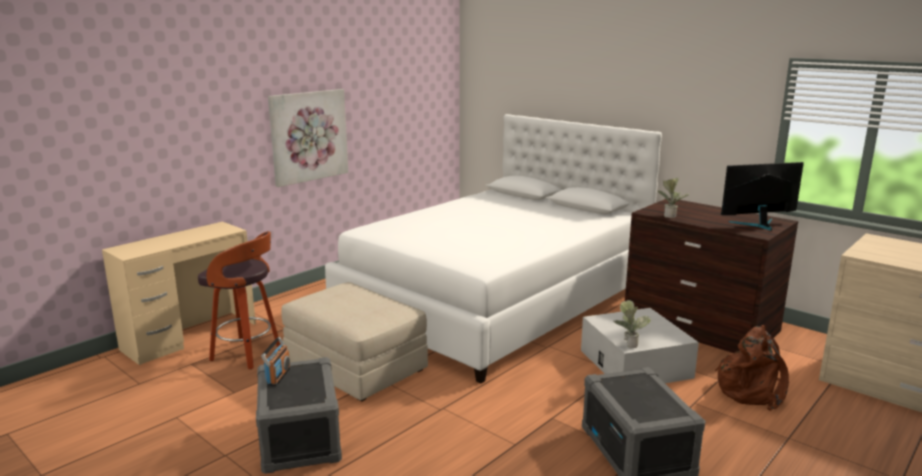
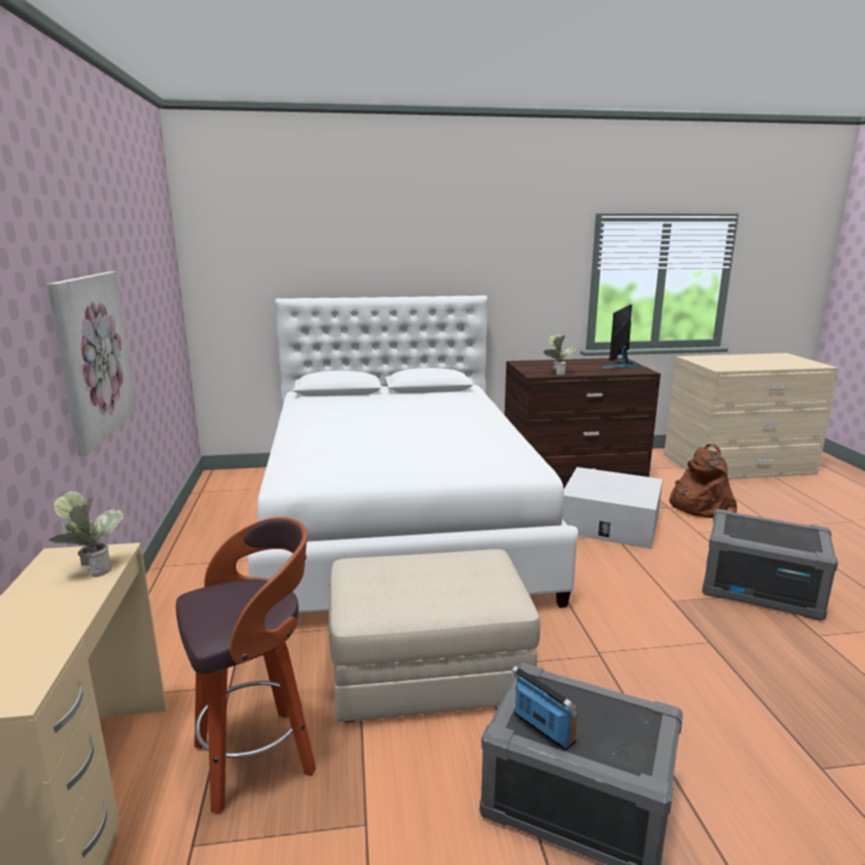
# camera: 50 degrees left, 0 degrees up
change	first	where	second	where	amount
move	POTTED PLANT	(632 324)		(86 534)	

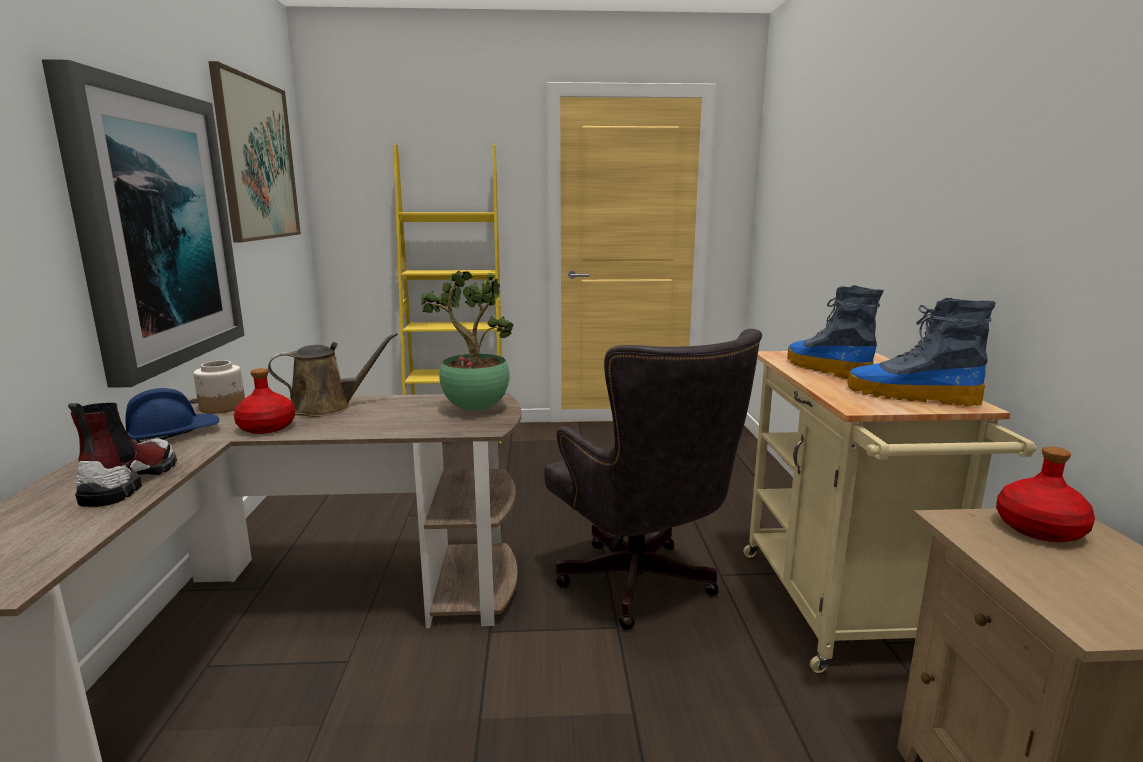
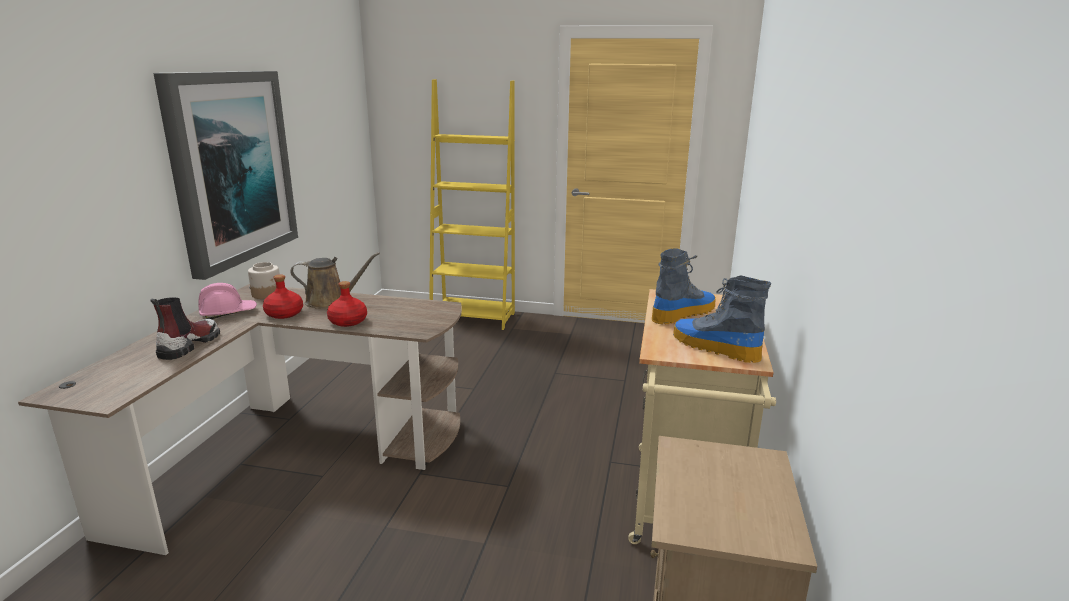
# camera: 15 degrees right, 5 degrees up
change	first	where	second	where	amount
delete	WALL PICTURE	(254 151)			
delete	POTTED PLANT	(467 341)			
delete	GREYISH OFFICE CHAIR	(653 479)			
move	RED-COLOURED BEVERAGE BOTTLE	(1045 494)		(347 304)	
recolor	BLUE HARD HAT	(172 415)	PINK-COLOURED HARD HAT	(227 301)	
rotate	BOOT	(835 332)		(684 287)	60 degrees clockwise

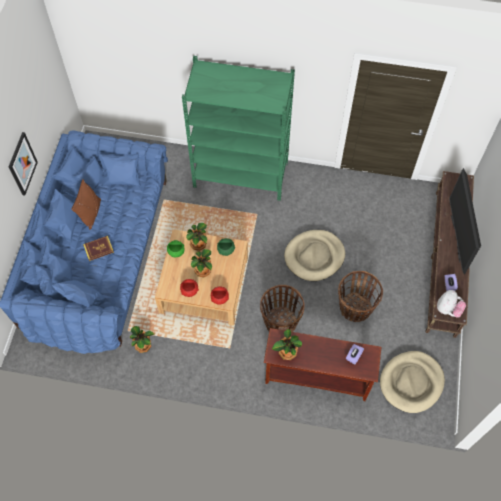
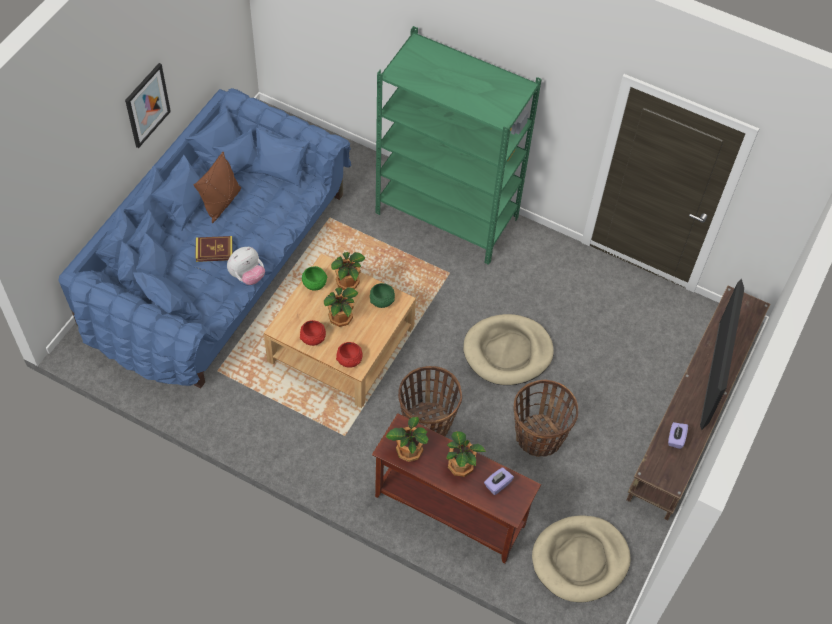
# camera: 15 degrees right, 5 degrees down
change	first	where	second	where	amount
move	POTTED PLANT	(142 339)		(466 454)	
move	CUDDLY TOY	(451 304)		(246 266)	

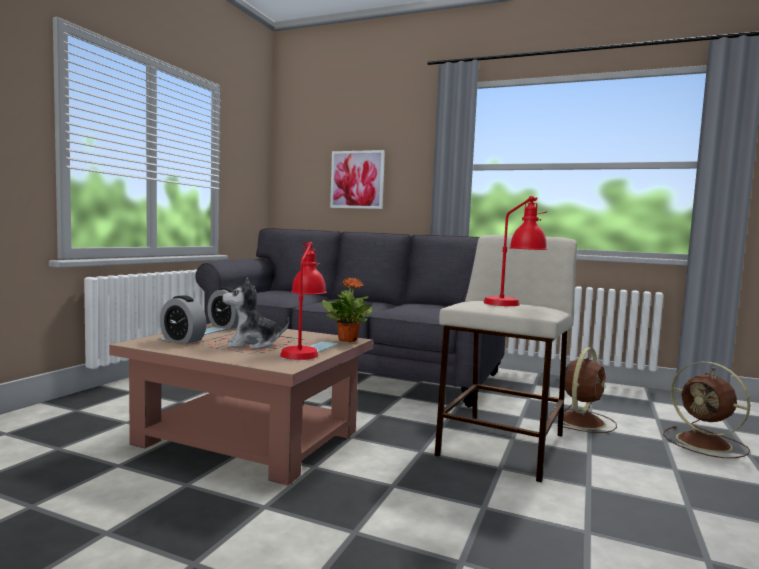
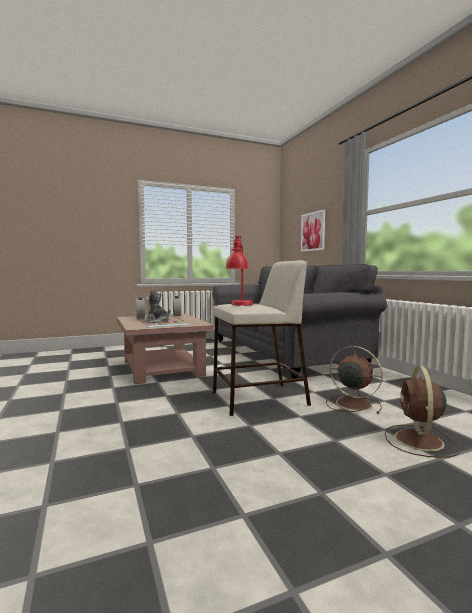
# camera: 45 degrees right, 0 degrees up
change	first	where	second	where	amount
delete	RED-COLOURED TABLETOP LAMP	(303 301)			
delete	POTTED PLANT	(347 310)			
rotate	BROWN COOLING FAN	(583 390)		(354 380)	135 degrees counterclockwise

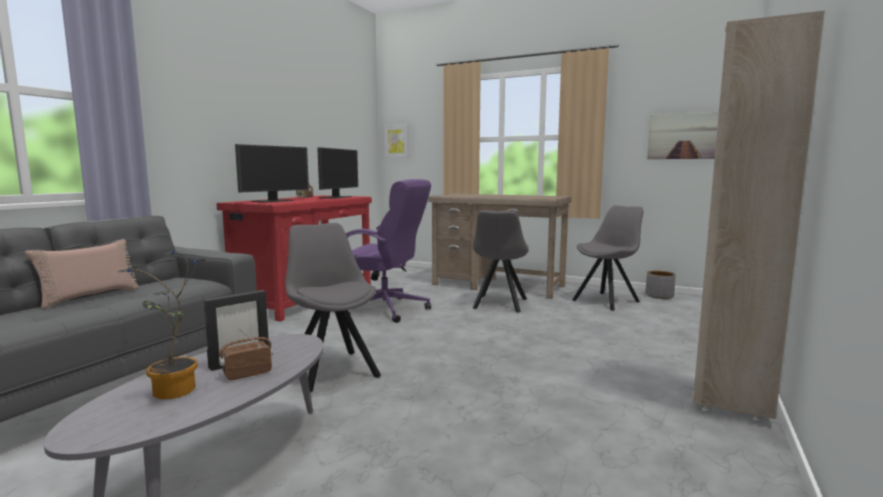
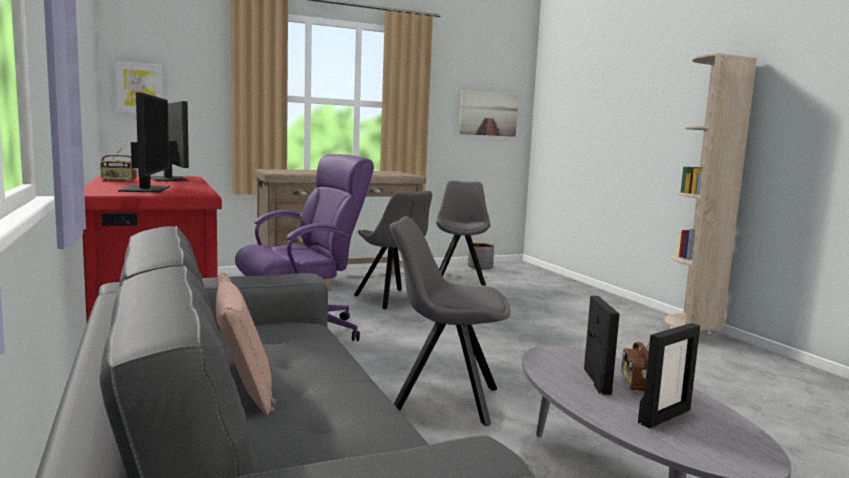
# camera: 50 degrees left, 0 degrees up
change	first	where	second	where	amount
replace	POTTED PLANT	(161 324)	STANDING FRAME	(669 375)	

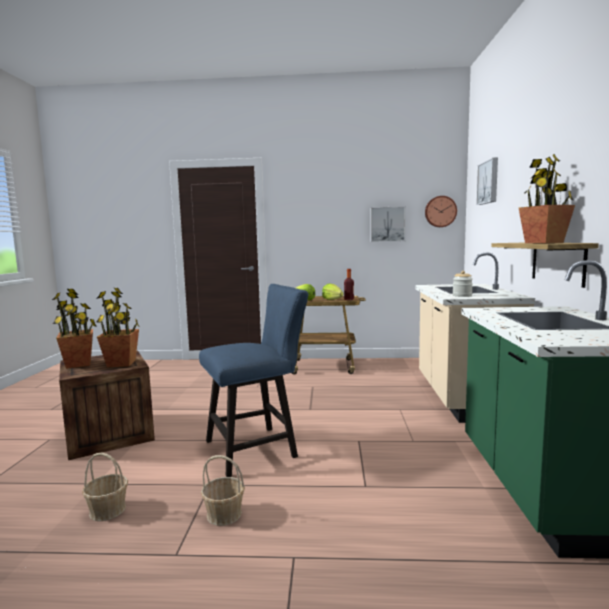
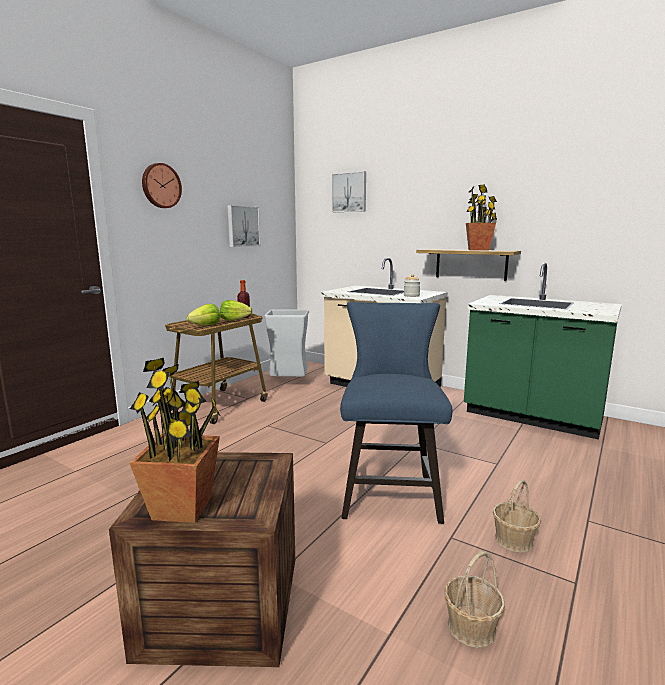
# camera: 60 degrees left, 5 degrees up
change	first	where	second	where	amount
delete	POTTED PLANT	(118 327)			
insert			GREYISH RUBBISH BIN	(286 343)	
move	CLOCK ON THE WALL	(441 211)		(162 185)	

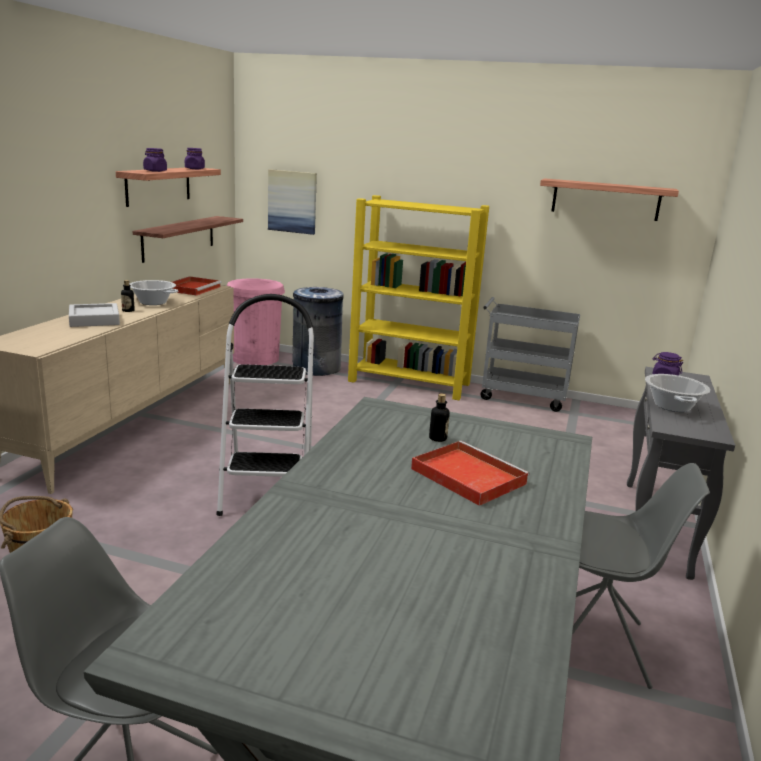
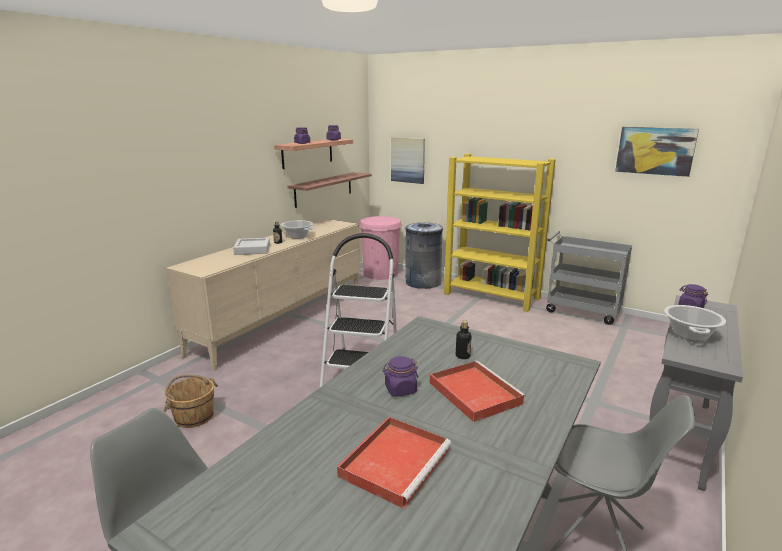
# camera: 15 degrees right, 0 degrees up
change	first	where	second	where	amount
insert			PURPLE PRESERVE JAR	(400 376)	
move	RED-COLOURED TRAY	(197 286)		(394 463)	
replace	BRACKET SHELF	(609 199)	WALL PICTURE	(657 152)	

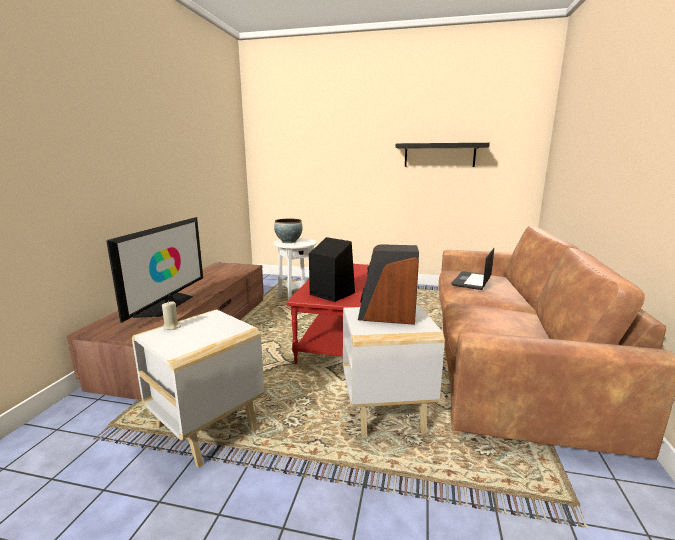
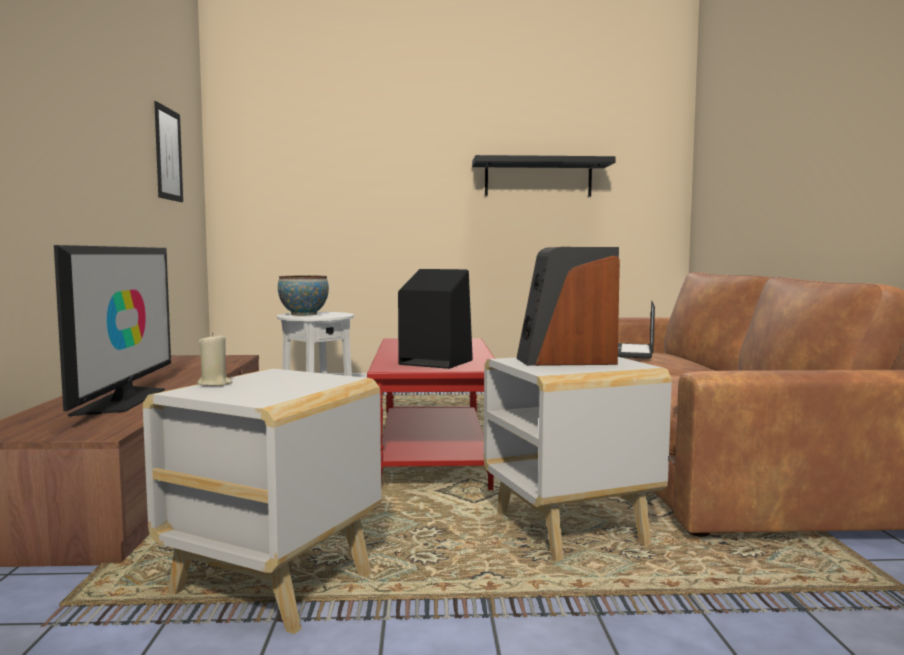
# camera: 15 degrees left, 10 degrees down
change	first	where	second	where	amount
insert			WALL PICTURE	(168 151)	

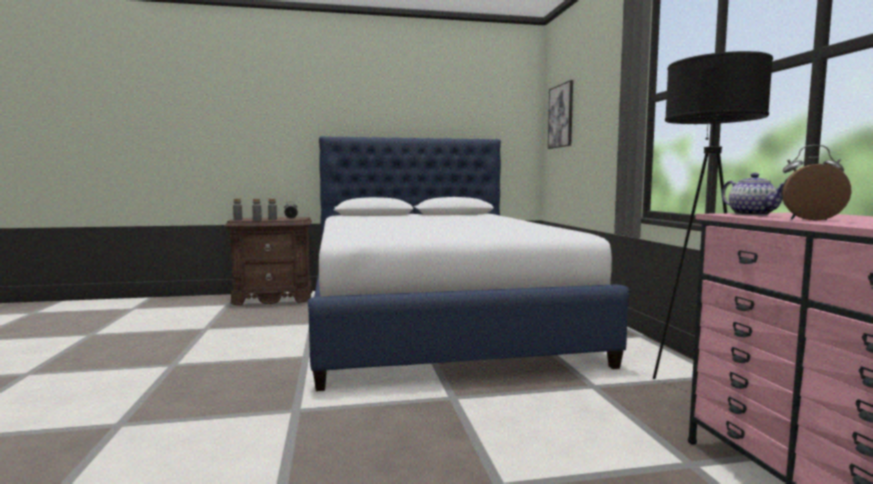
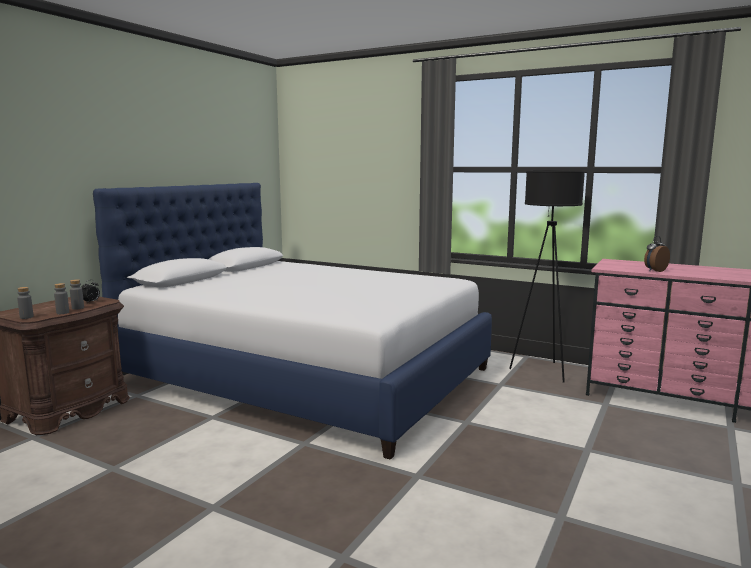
# camera: 50 degrees left, 5 degrees up
change	first	where	second	where	amount
delete	WALL PICTURE	(560 114)			
delete	TEA POT	(752 194)			

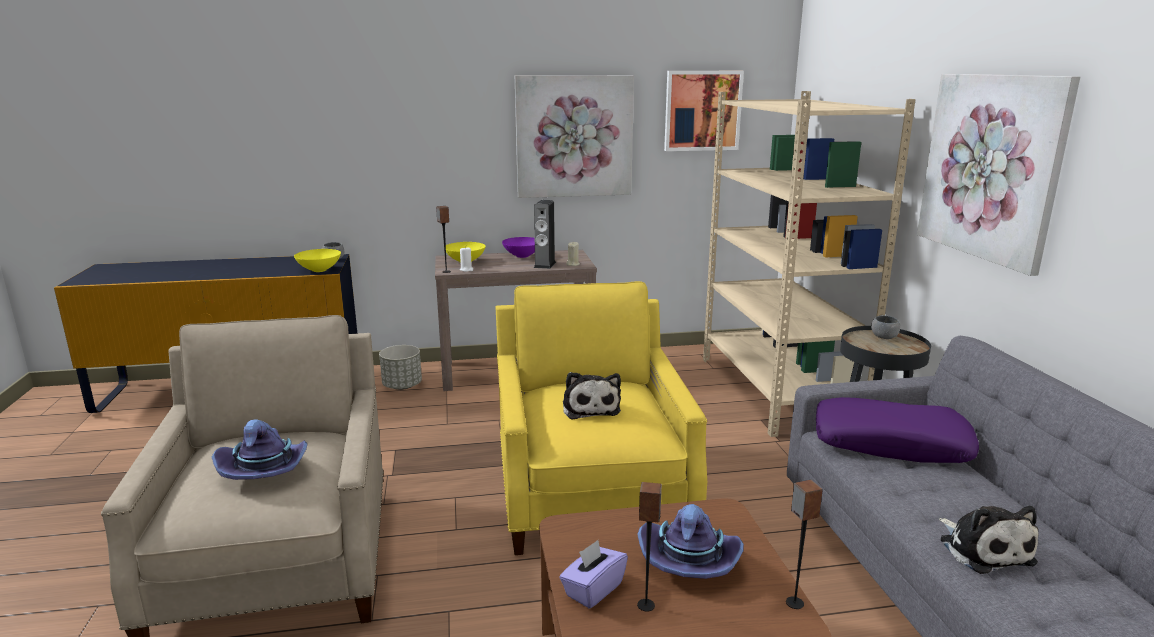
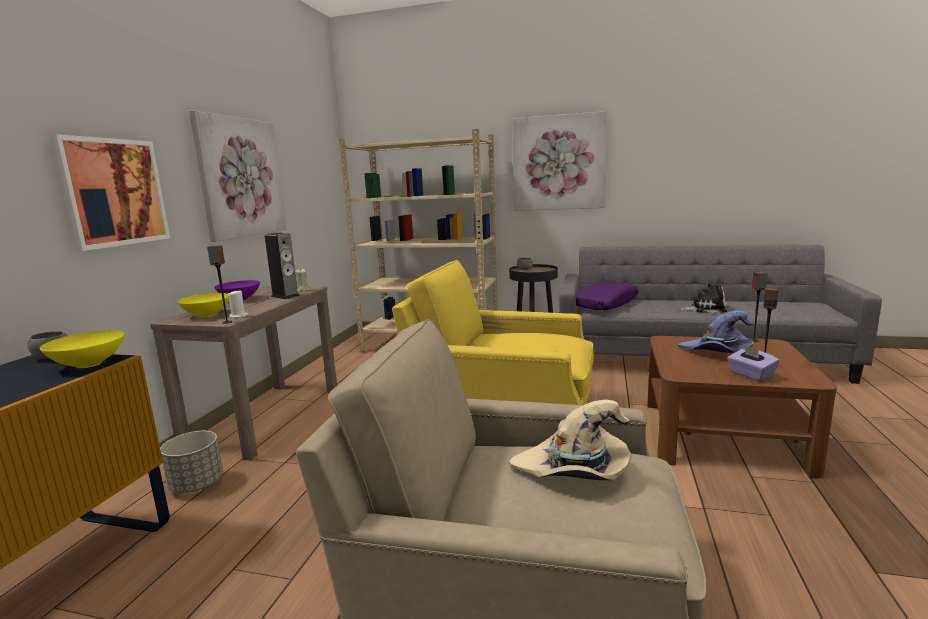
# camera: 65 degrees left, 5 degrees down
change	first	where	second	where	amount
delete	CUDDLY TOY	(592 396)			
move	WALL PICTURE	(704 111)		(110 192)	
recolor	PURPLE HAT	(260 449)	BEIGE HAT	(570 440)	

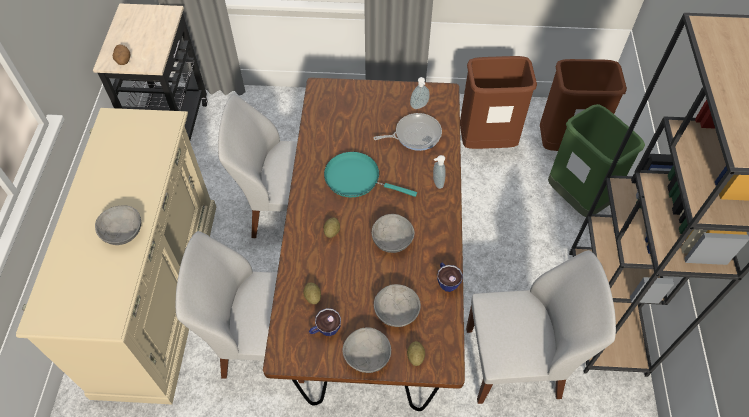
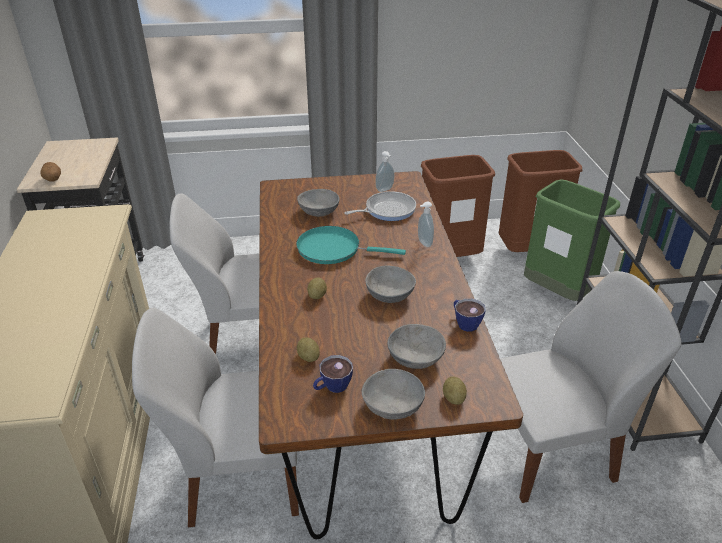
# camera: 10 degrees left, 20 degrees down
change	first	where	second	where	amount
move	GREYISH DEEP DISH	(118 225)		(318 203)	

